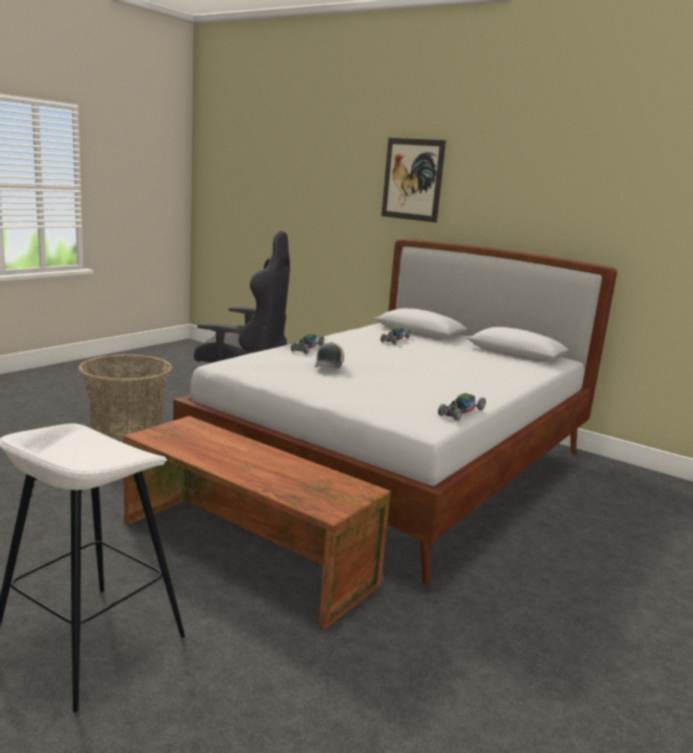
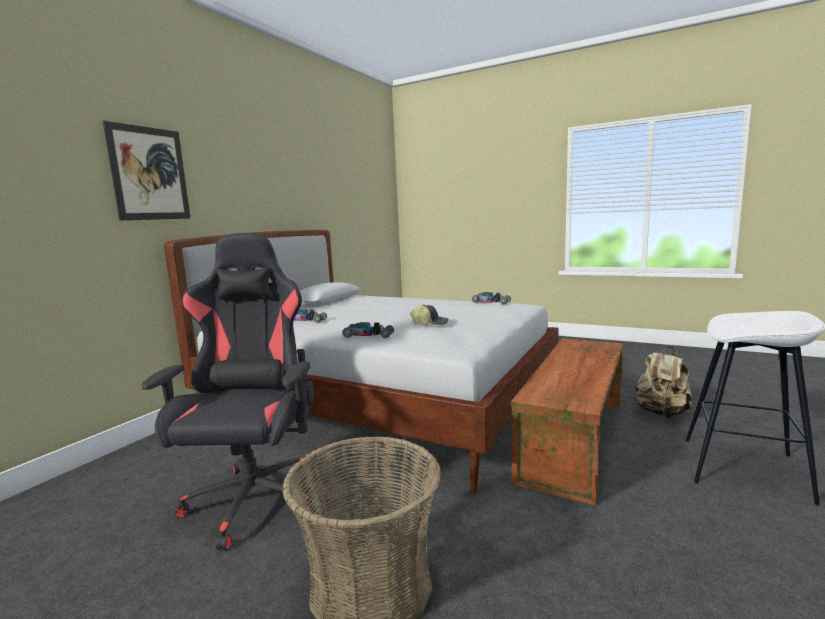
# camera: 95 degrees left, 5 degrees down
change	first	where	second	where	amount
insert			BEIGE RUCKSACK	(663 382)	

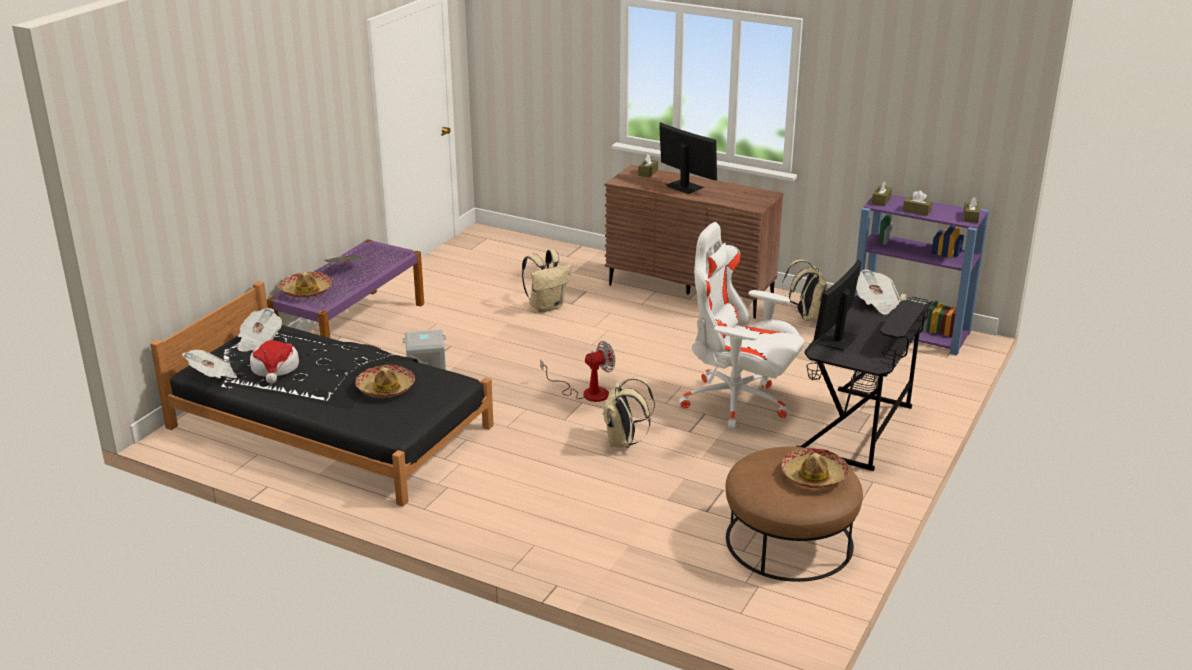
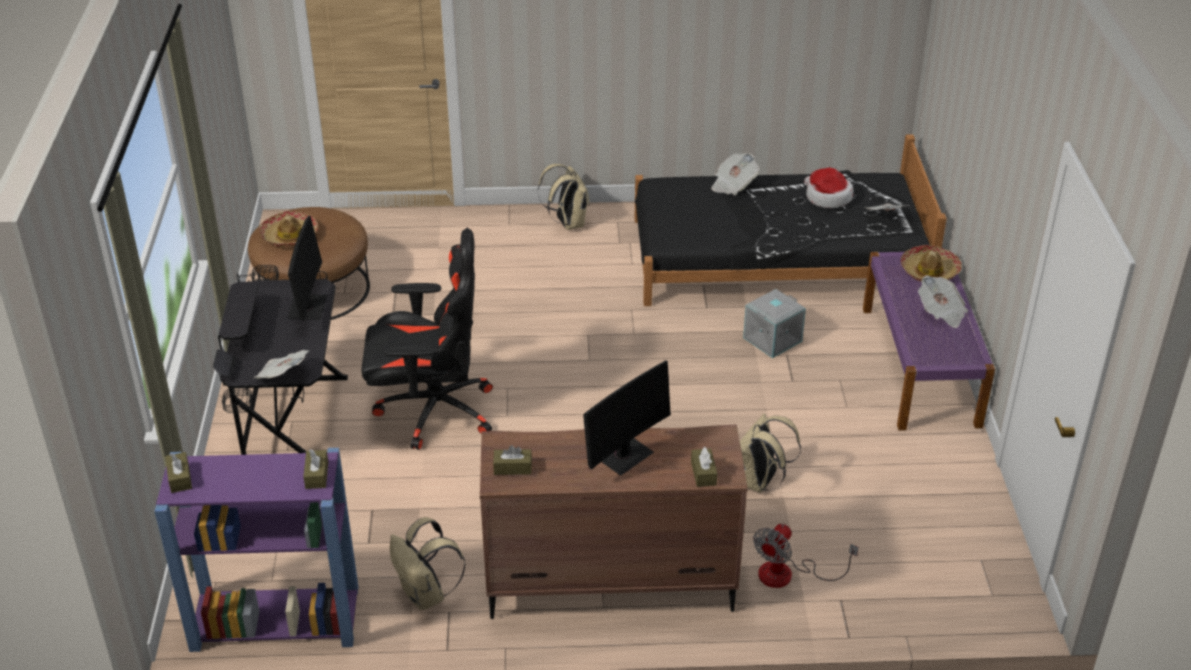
# camera: 150 degrees right, 10 degrees up
change	first	where	second	where	amount
delete	HAT	(385 381)			
move	PRINTED PAPER	(209 364)		(735 174)	
move	COOLING FAN	(577 371)		(806 556)	
move	BEIGE RUCKSACK	(629 412)		(564 197)	
move	BROWN TISSUE BOX	(918 203)		(512 460)	
recolor	WHITE-COLOURED OFFICE CHAIR	(741 326)	BLACKISH OFFICE CHAIR	(427 339)	
rotate	COMPUTER DISPLAY	(688 158)		(627 418)	60 degrees counterclockwise

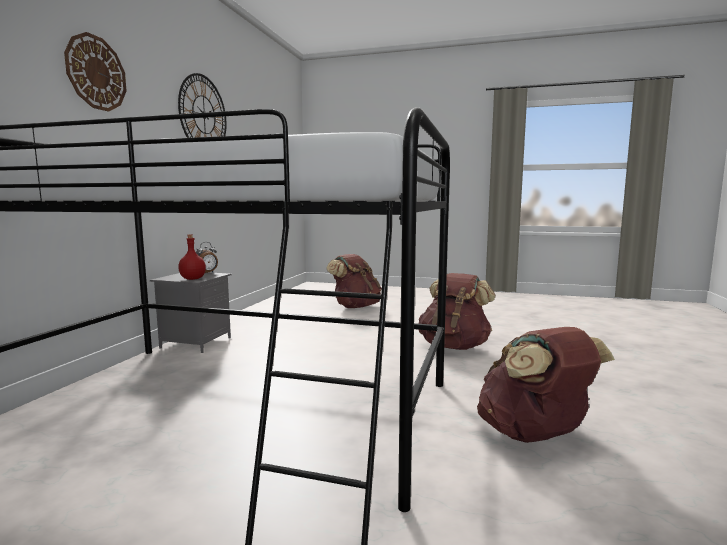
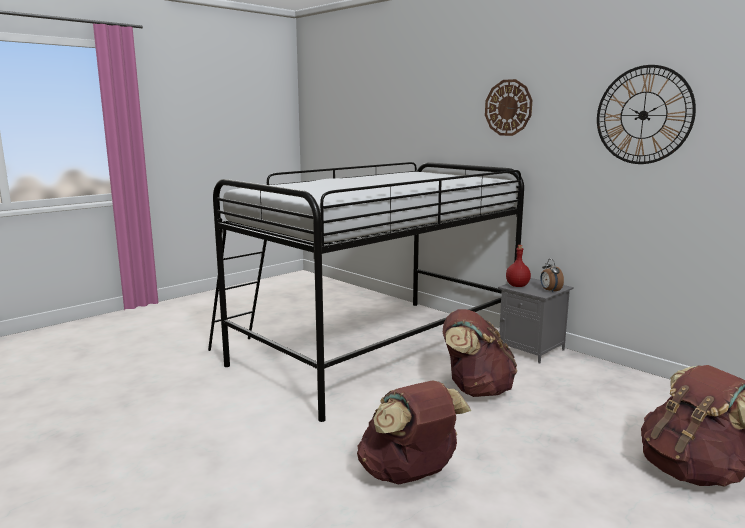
# camera: 120 degrees right, 5 degrees up
change	first	where	second	where	amount
move	BROWN RUCKSACK	(546 385)		(480 353)	

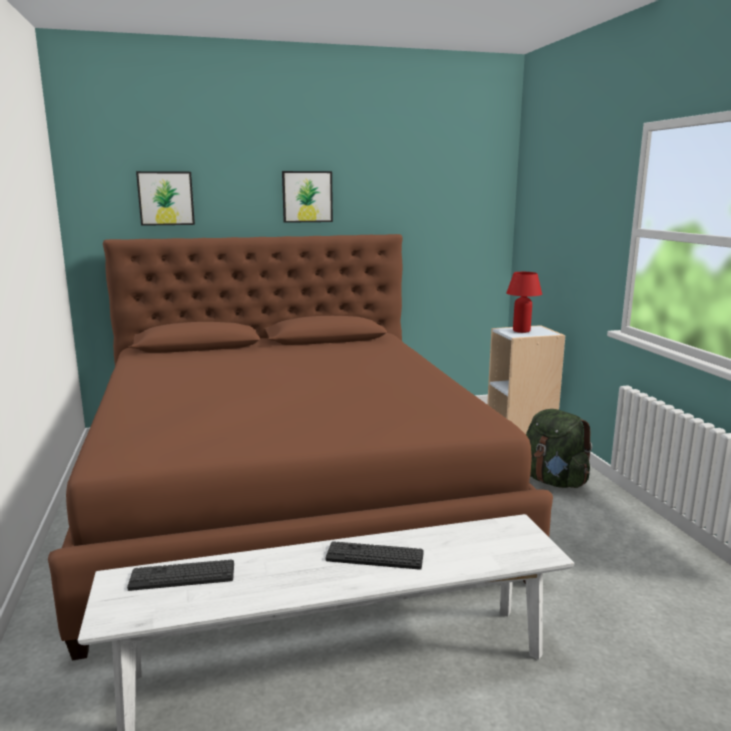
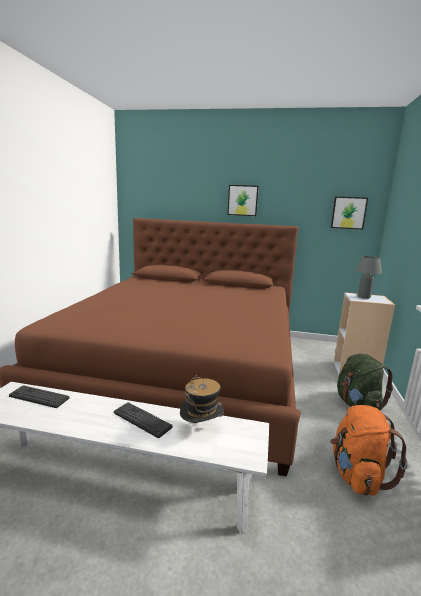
# camera: 25 degrees right, 0 degrees up
change	first	where	second	where	amount
insert			HAT	(202 398)	
insert			ORANGE RUCKSACK	(369 450)	
move	WALL PICTURE	(165 198)		(349 213)	
recolor	RED-COLOURED TABLETOP LAMP	(524 302)	GREYISH TABLETOP LAMP	(369 277)	

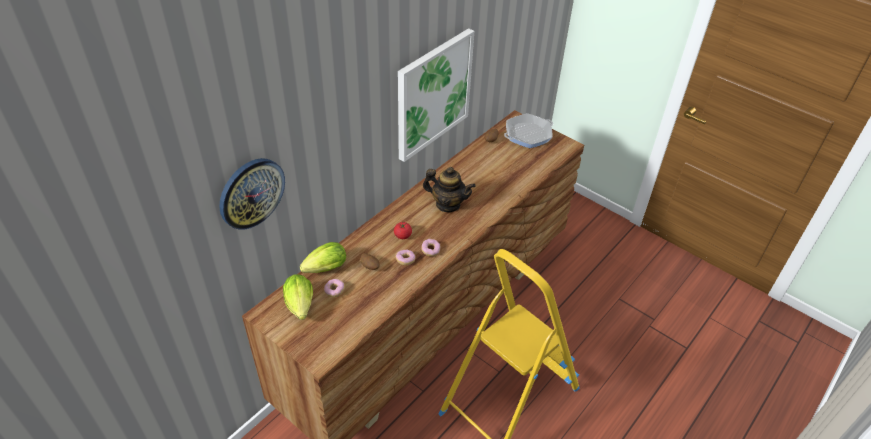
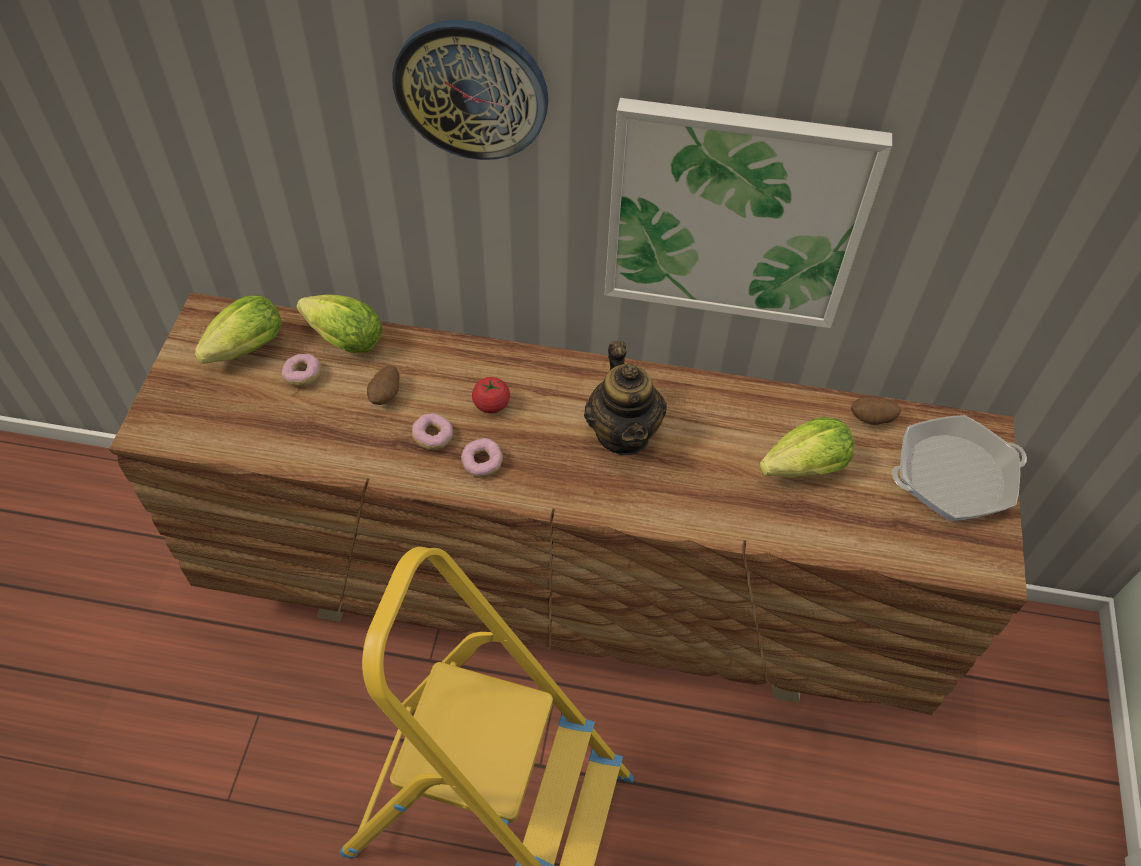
# camera: 60 degrees right, 10 degrees up
change	first	where	second	where	amount
insert			HEAD OF LETTUCE	(807 447)	
move	CLOCK ON THE WALL	(252 194)		(470 89)	
rotate	PAN	(528 130)		(959 468)	135 degrees clockwise

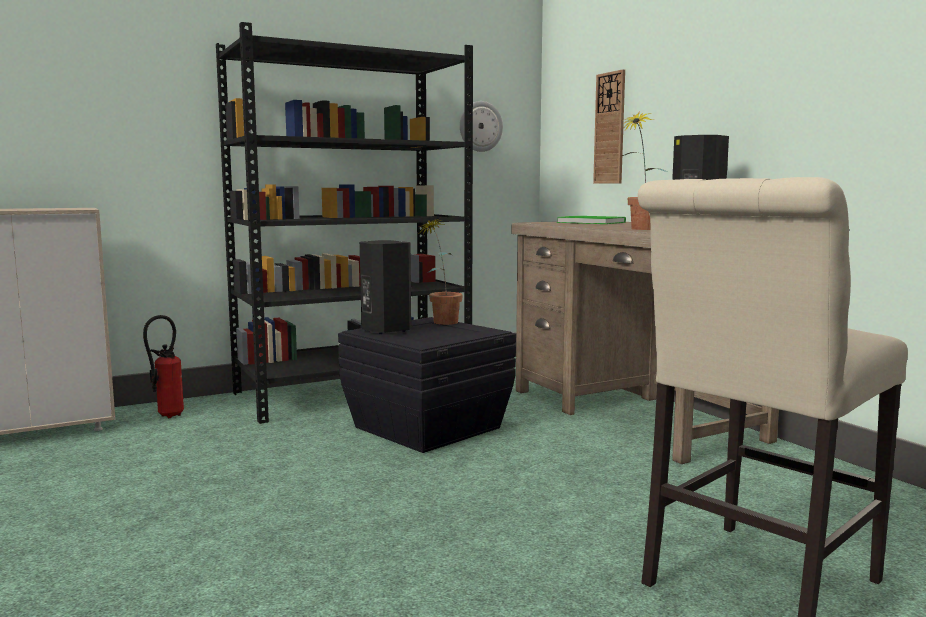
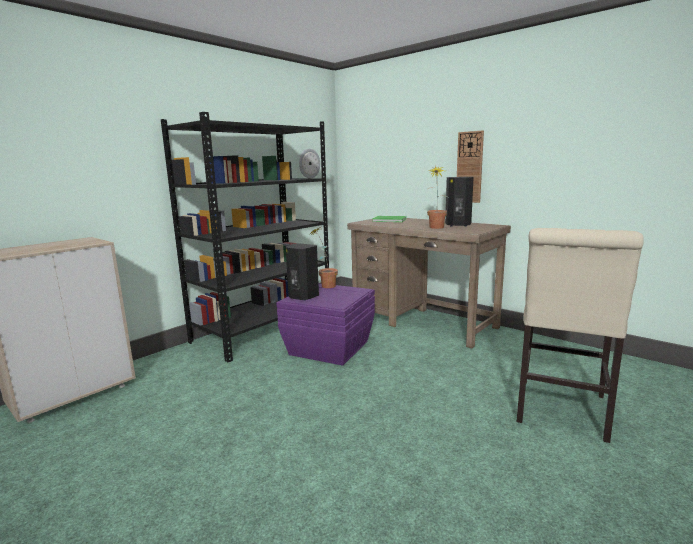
# camera: 20 degrees left, 5 degrees up
change	first	where	second	where	amount
delete	EXTINGUISHER	(163 366)			
move	CLOCK ON THE WALL	(609 126)		(470 166)	
recolor	BLACKISH STORAGE BIN	(427 385)	PURPLE STORAGE BIN	(325 324)	

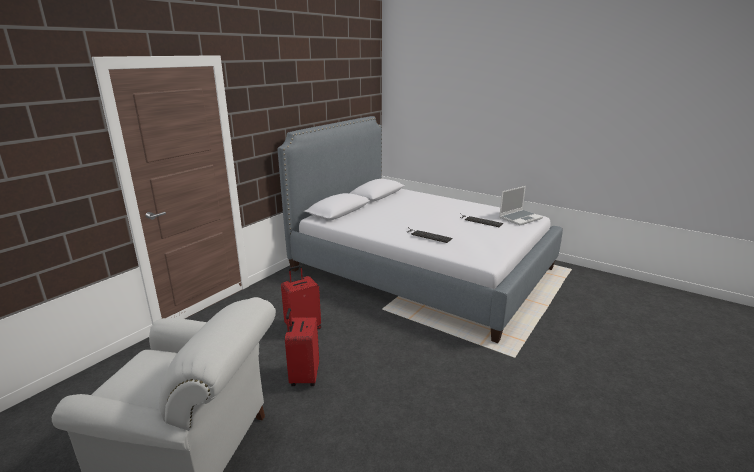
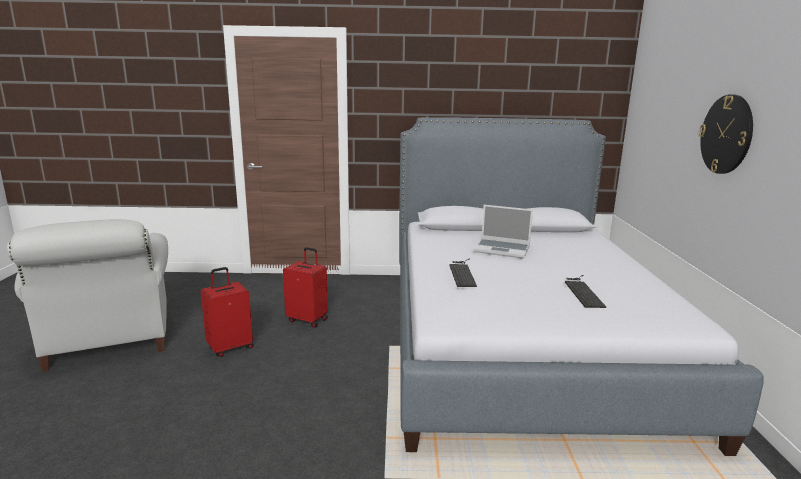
# camera: 55 degrees right, 5 degrees down
change	first	where	second	where	amount
insert			CLOCK ON THE WALL	(726 134)	
move	LAPTOP	(521 205)		(503 231)	

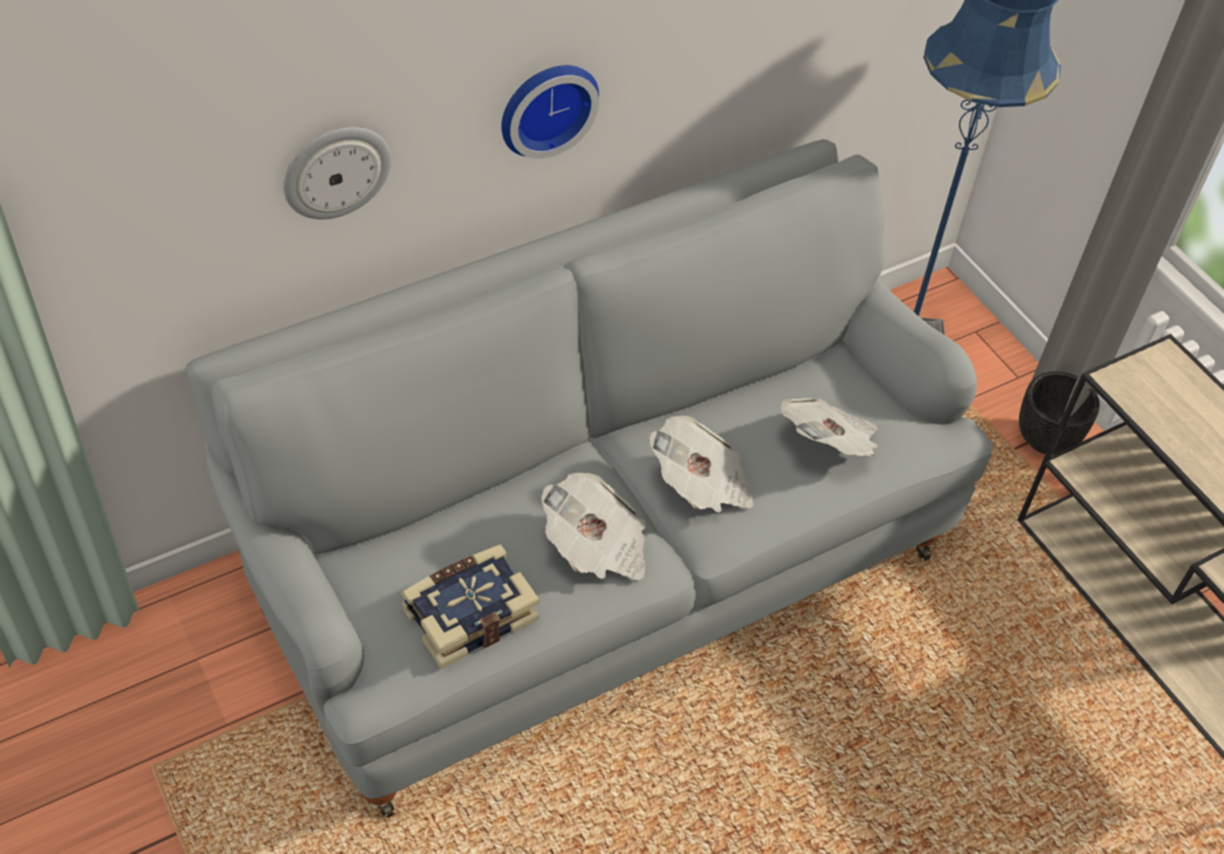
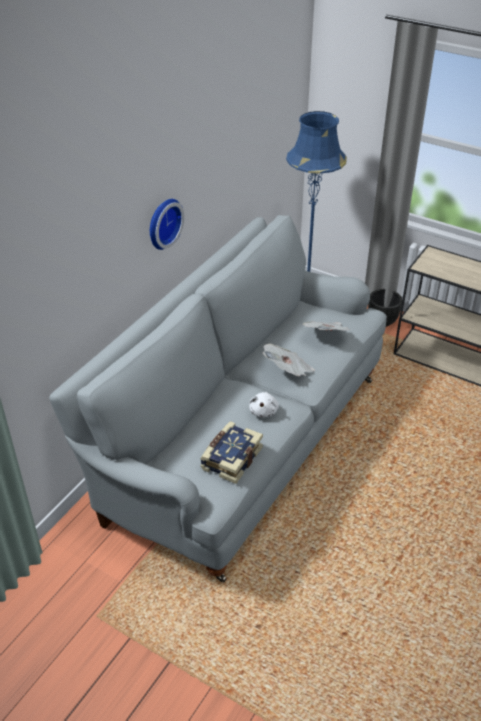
# camera: 25 degrees left, 10 degrees down
change	first	where	second	where	amount
delete	CLOCK ON THE WALL	(337 173)			
replace	PRINTED PAPER	(593 526)	WHITE-COLOURED CUDDLY TOY	(264 405)	

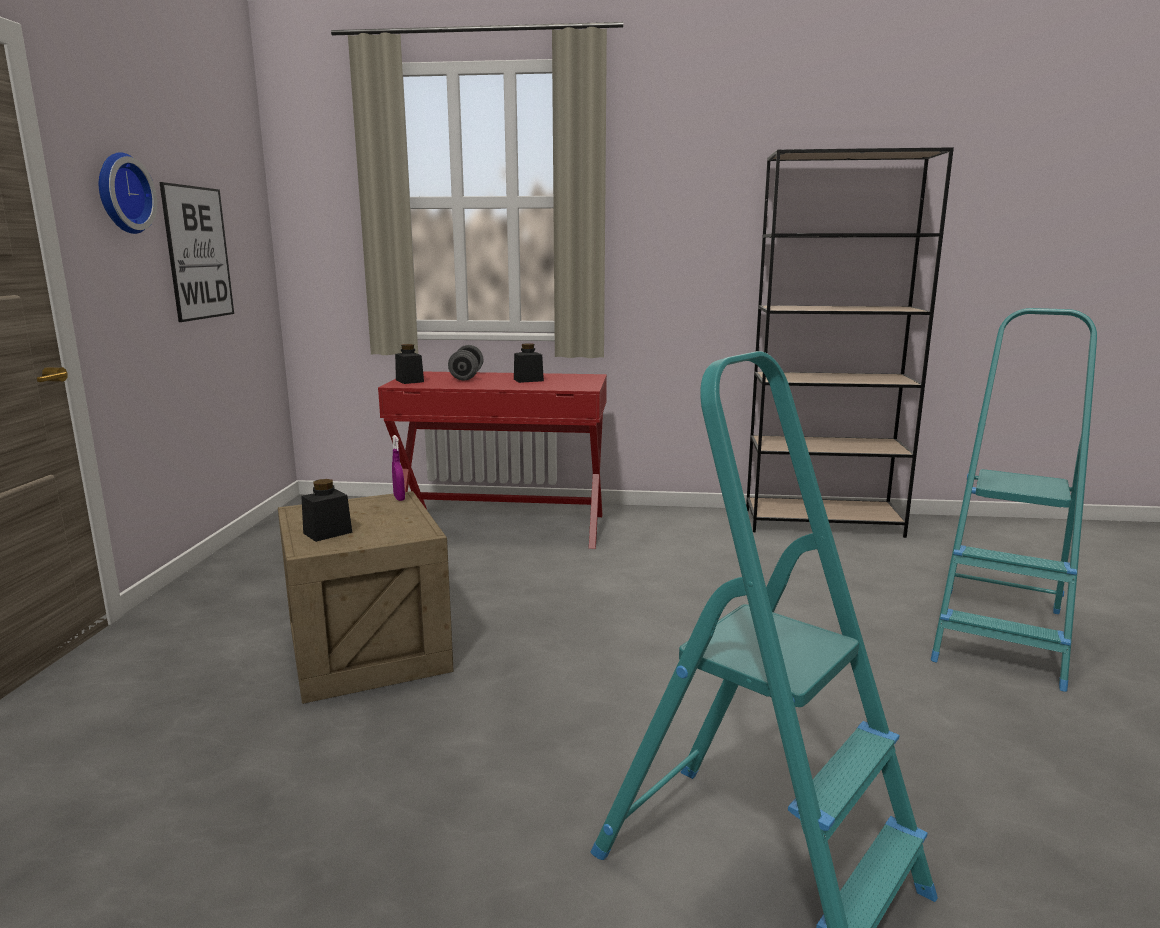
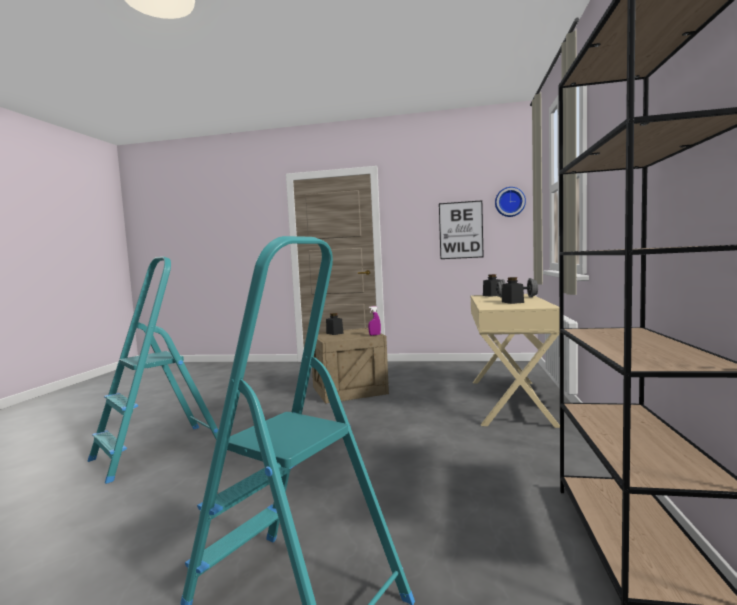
# camera: 95 degrees right, 10 degrees down
change	first	where	second	where	amount
move	CLOCK ON THE WALL	(128 193)		(510 202)	
recolor	RED-COLOURED DESK TABLE	(492 460)	BEIGE DESK TABLE	(515 361)	

